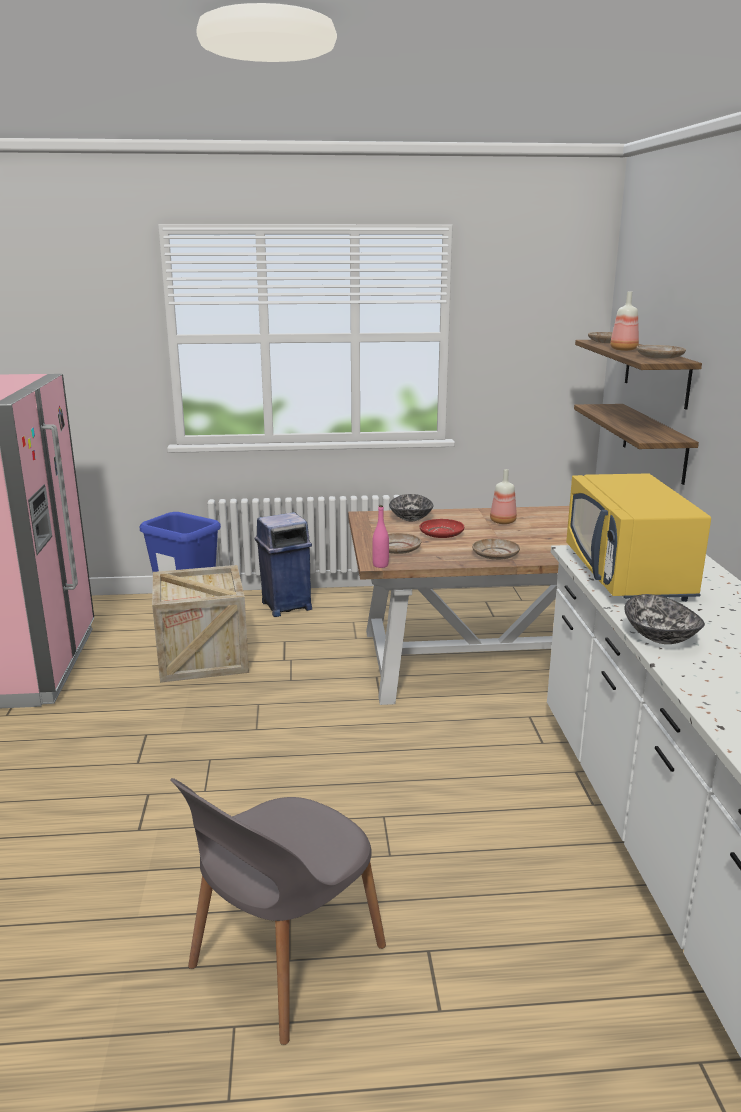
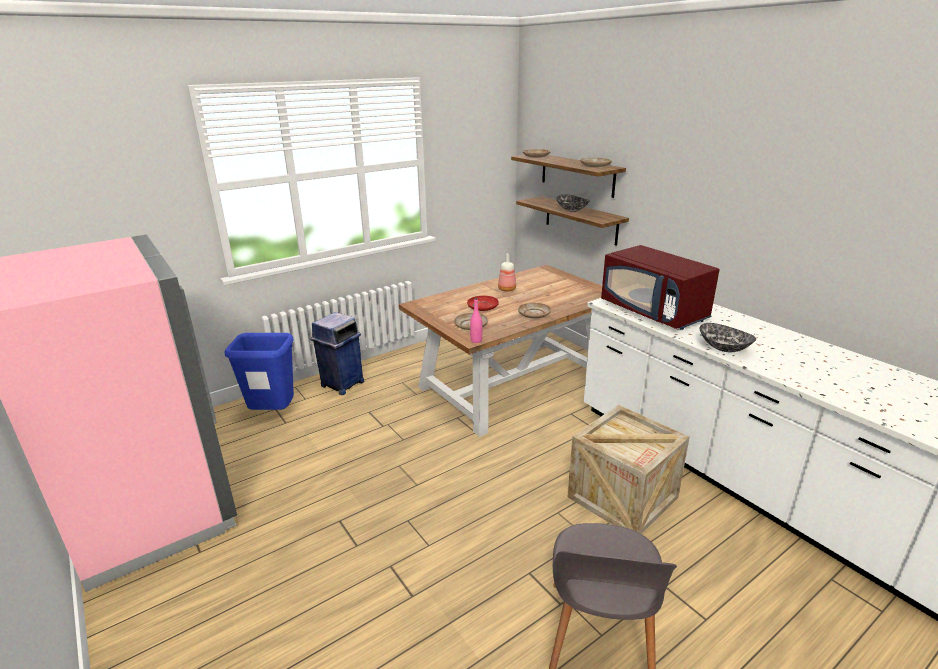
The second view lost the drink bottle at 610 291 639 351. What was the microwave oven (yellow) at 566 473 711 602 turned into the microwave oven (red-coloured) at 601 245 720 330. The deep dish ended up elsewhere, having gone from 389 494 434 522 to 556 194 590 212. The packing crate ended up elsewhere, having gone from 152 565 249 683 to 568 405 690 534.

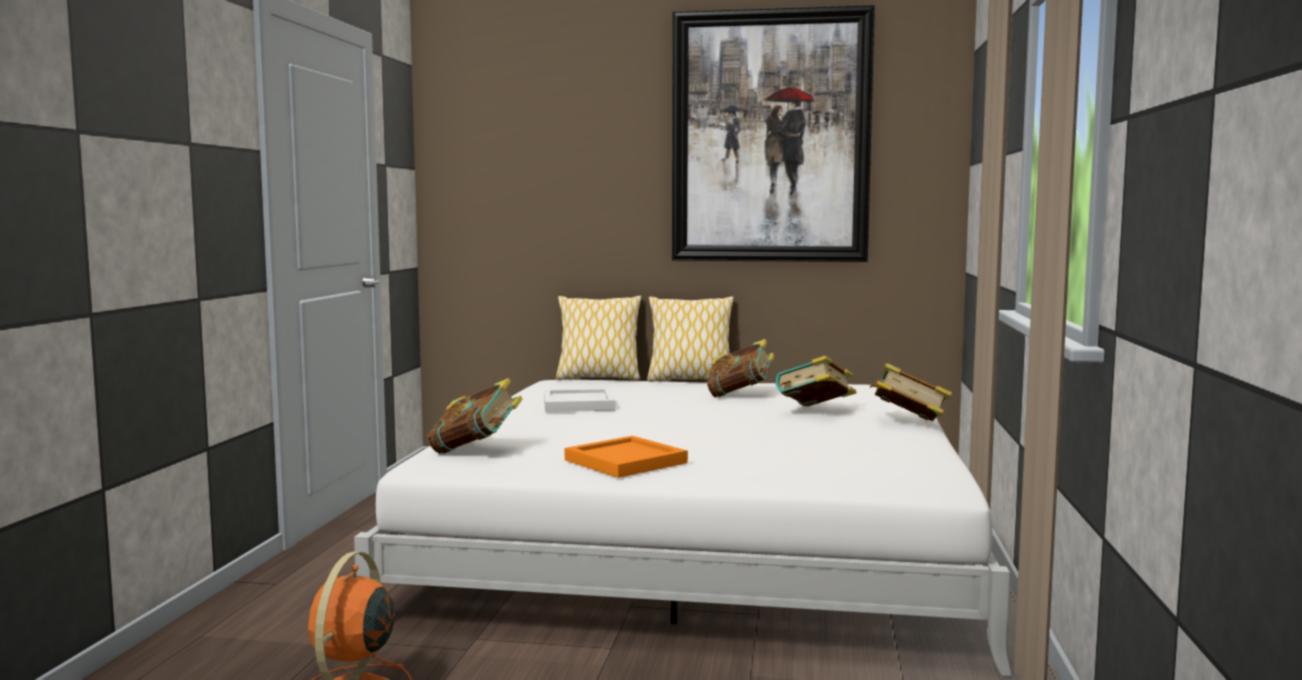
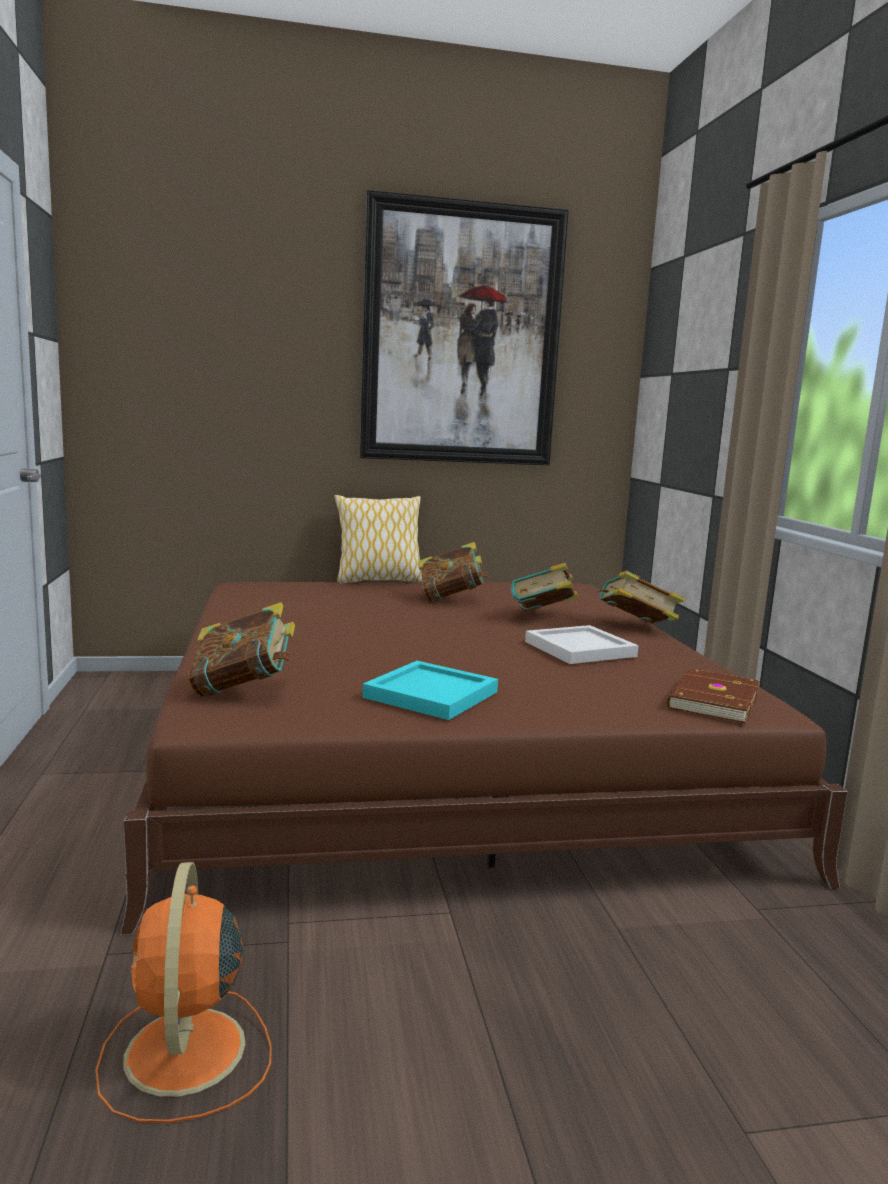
The second view lost the cushion at 556 295 641 380. What was the bed (white) at 354 380 1012 677 turned into the bed (brown) at 120 582 848 935. The carrying tray (white) ended up elsewhere, having gone from 544 388 616 412 to 525 625 639 664. What was the carrying tray (orangey) at 565 436 688 478 turned into the carrying tray (turquoise-coloured) at 362 661 498 720. The second view gained the bound book (brown) at 667 669 760 724.

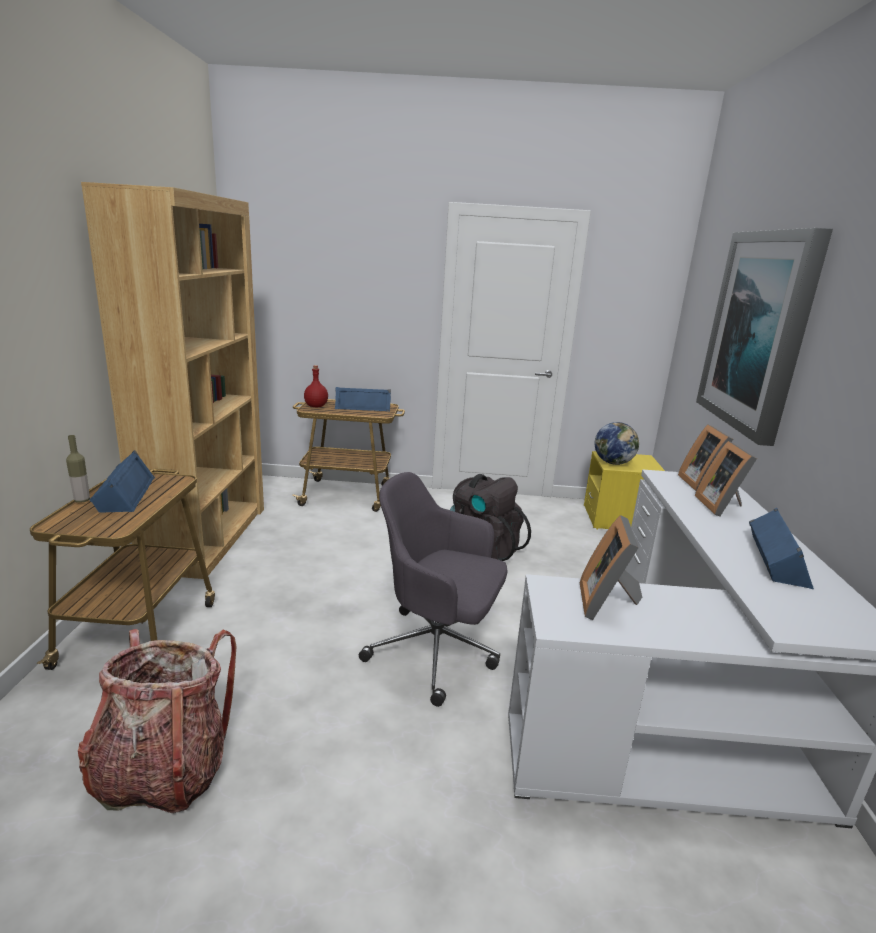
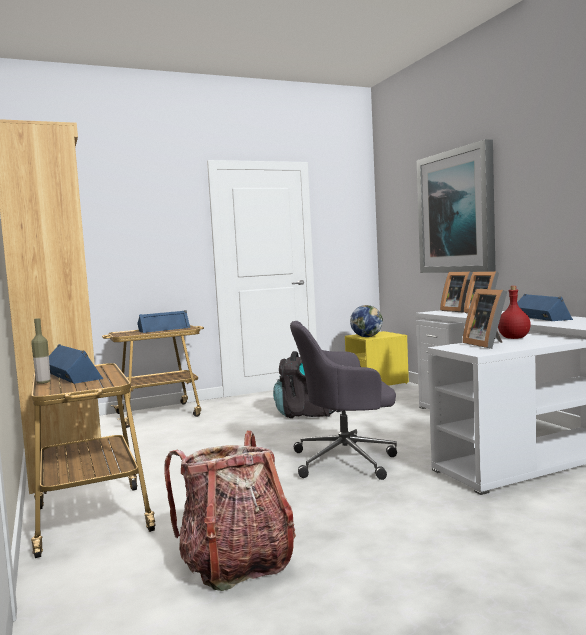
The drink bottle (red-coloured) ended up elsewhere, having gone from 304 365 328 407 to 498 286 531 339.

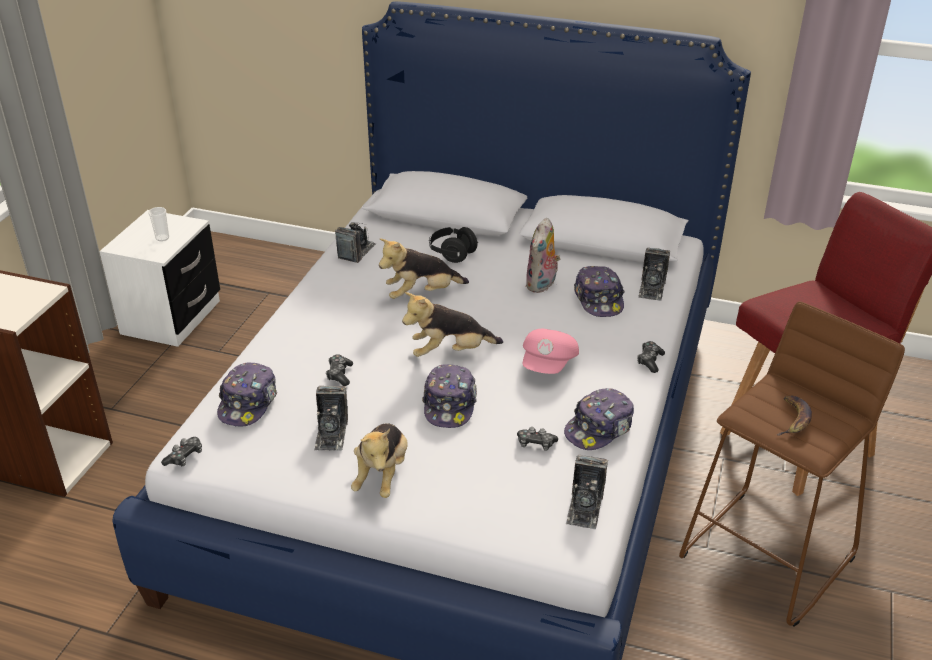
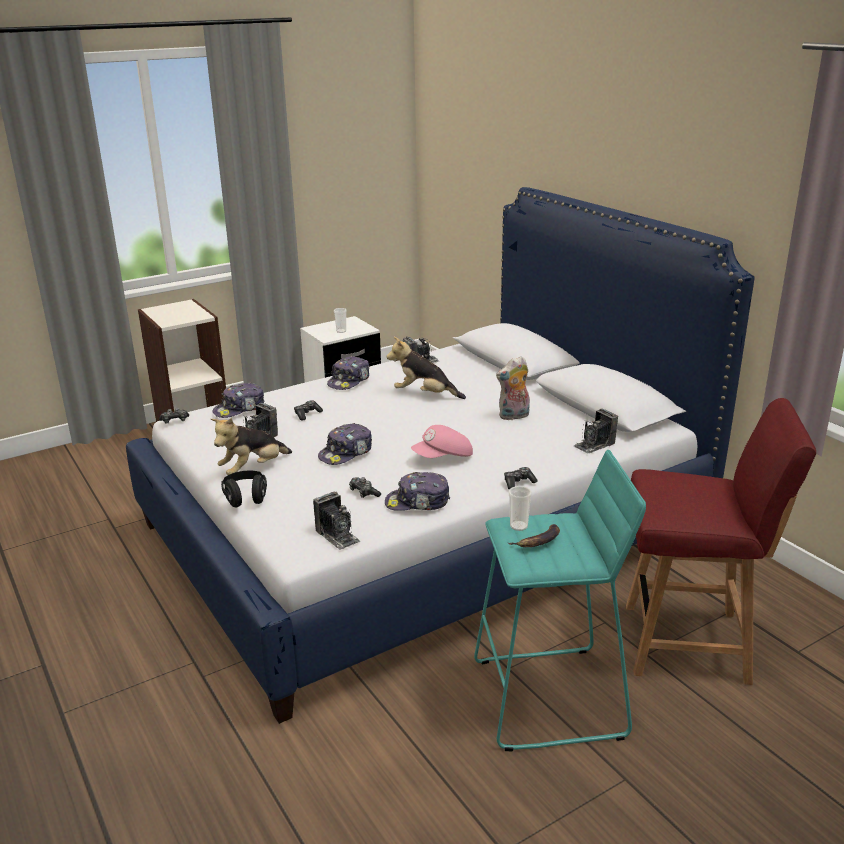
The pair of headphones (black-coloured) ended up elsewhere, having gone from 429 227 479 263 to 221 471 267 508. The baseball cap ended up elsewhere, having gone from 574 266 625 317 to 327 356 369 390. The second view lost the soft toy at 402 292 503 357. What was the stool (brown) at 679 302 905 627 turned into the stool (turquoise-coloured) at 474 450 646 752. The photo camera at 566 455 608 529 ended up facing another way, 90 degrees counterclockwise from before. The second view gained the drinking cup at 509 486 532 531.

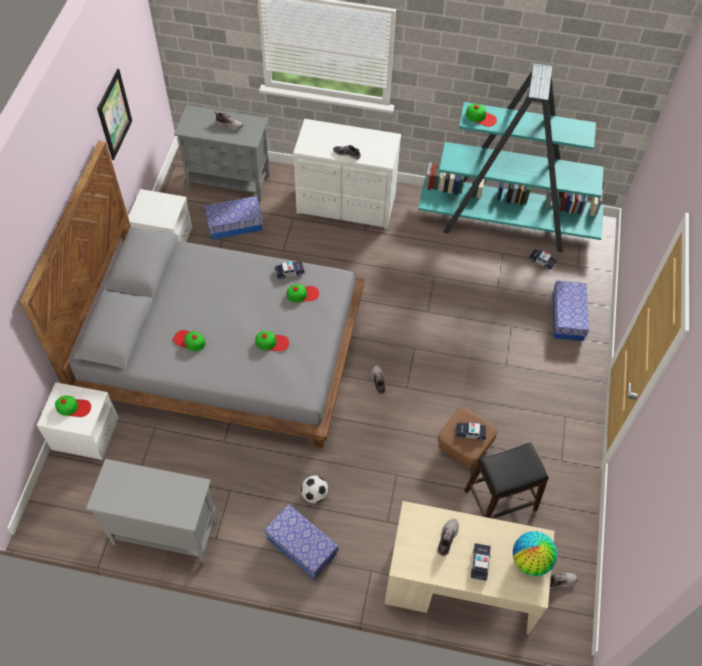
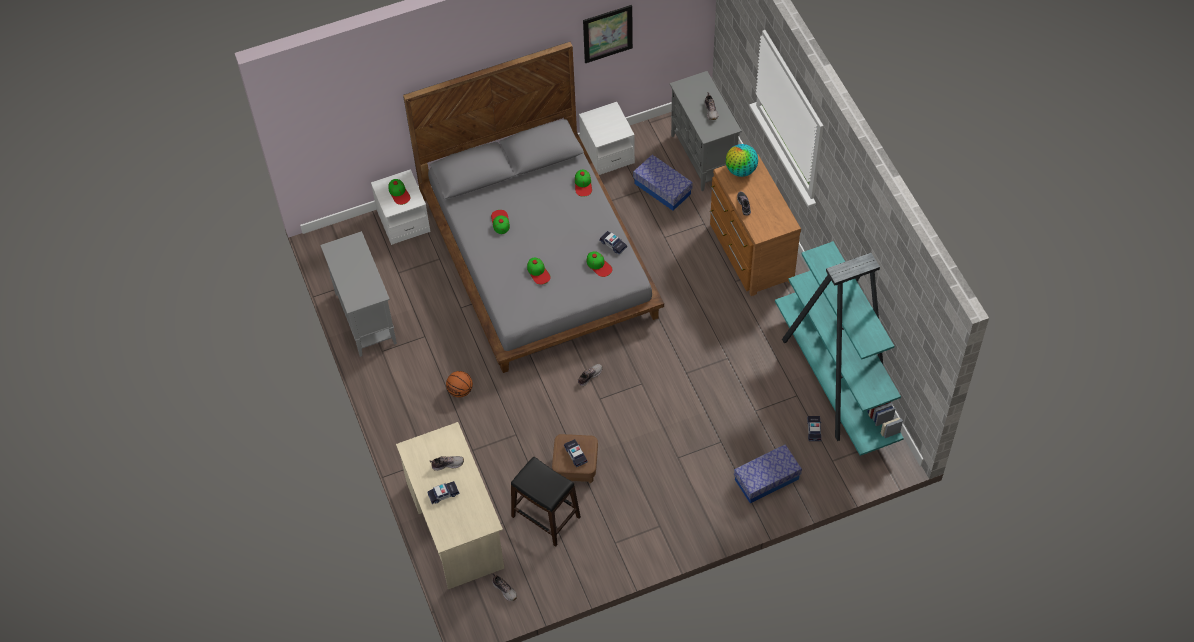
The baseball cap ended up elsewhere, having gone from 466 104 497 127 to 575 169 592 197. What was the drawer chest (white) at 293 119 401 229 turned into the drawer chest (brown) at 710 154 801 296. Where the ball for football stood at 301 475 328 503, the basketball came to stand at 446 371 473 398. The second view lost the storage box at 264 504 339 579. The world globe ended up elsewhere, having gone from 513 531 557 576 to 726 144 758 177.

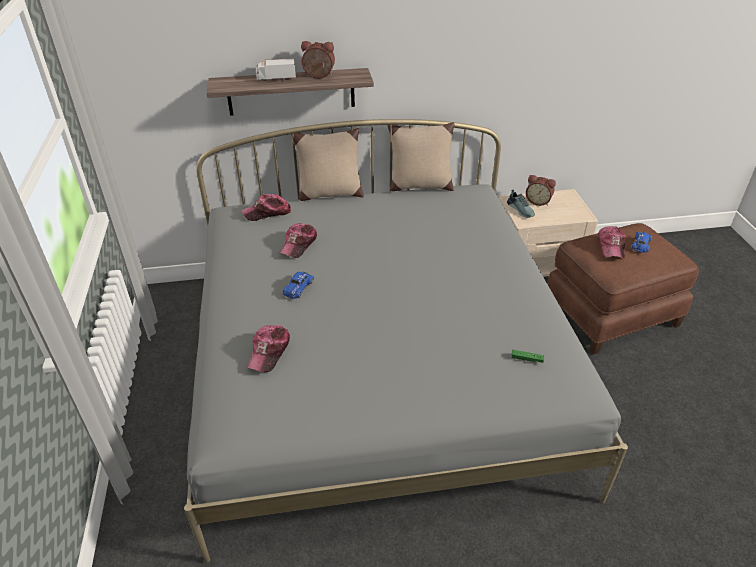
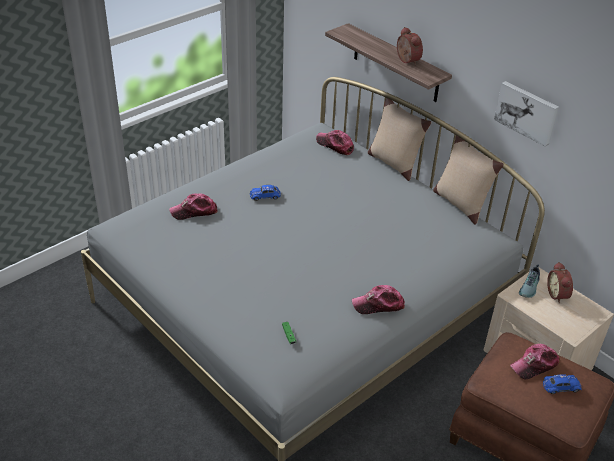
The second view lost the toy truck at 255 58 296 81. The baseball cap ended up elsewhere, having gone from 280 223 317 258 to 352 285 405 314. The second view gained the wall art at 494 81 559 147.

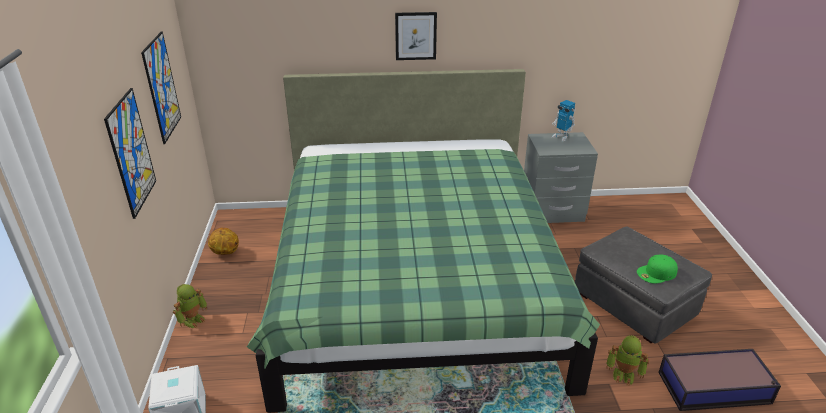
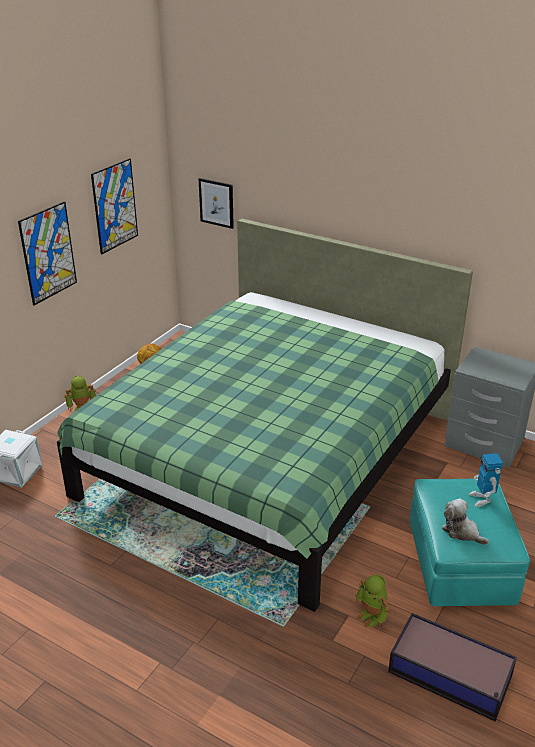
The wall art ended up elsewhere, having gone from 395 12 437 60 to 199 178 234 229. The model robot ended up elsewhere, having gone from 552 100 576 142 to 469 453 503 507. What was the ottoman (grey) at 575 226 712 344 turned into the ottoman (turquoise-coloured) at 410 479 530 606. Where the baseball cap (green-coloured) stood at 637 255 678 284, the soft toy came to stand at 442 498 489 545.

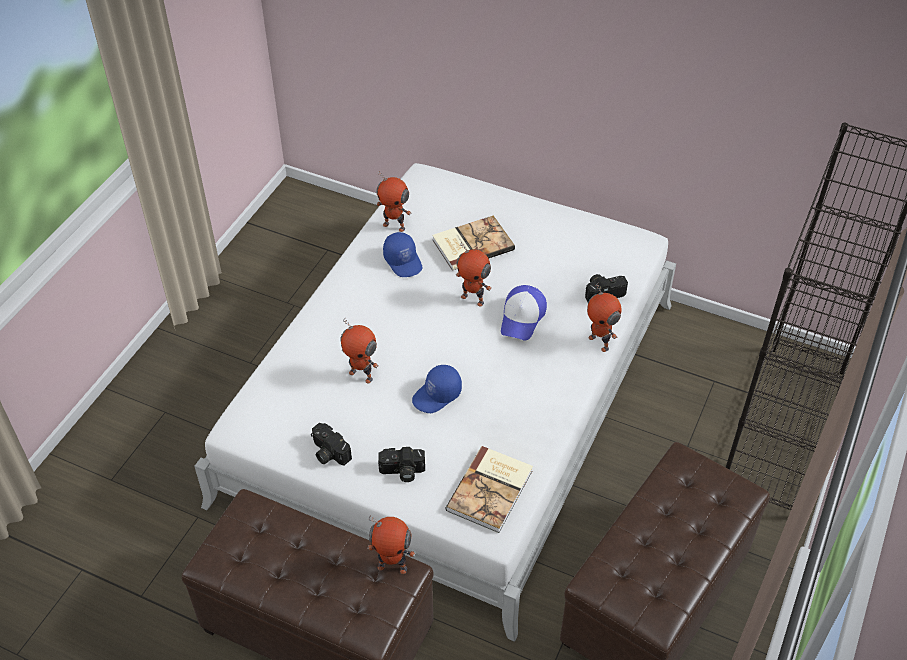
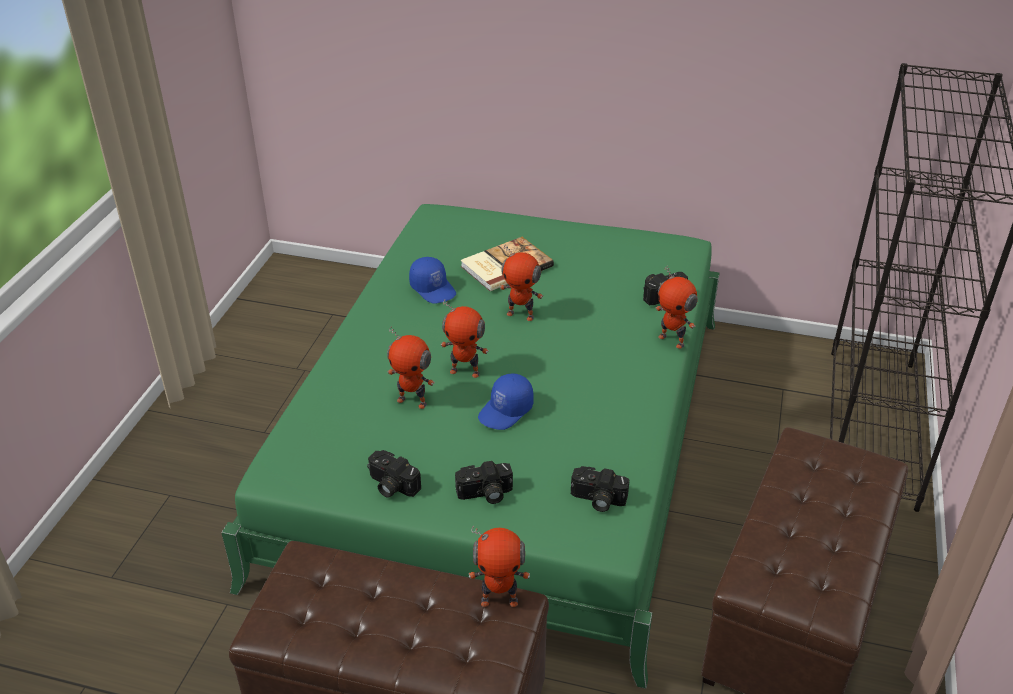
What was the bed (white) at 194 163 676 642 turned into the bed (green-coloured) at 221 204 720 689. The model robot ended up elsewhere, having gone from 376 171 411 232 to 441 300 489 378. The second view lost the baseball cap at 501 285 547 341. Where the bound book stood at 445 446 533 533, the photo camera came to stand at 571 466 630 512.

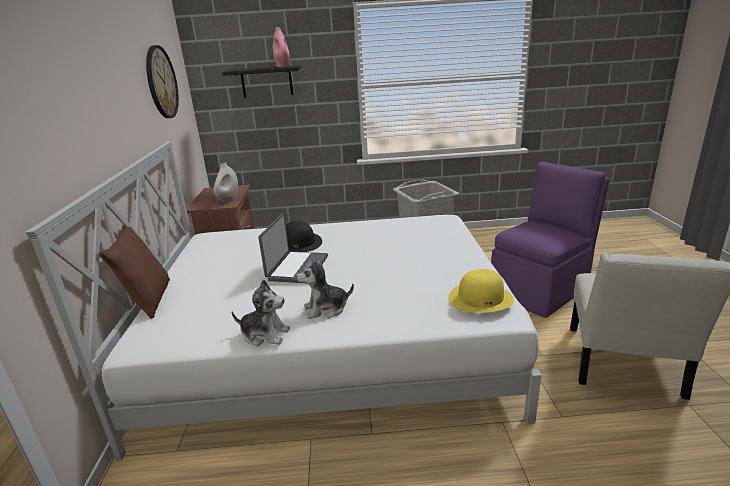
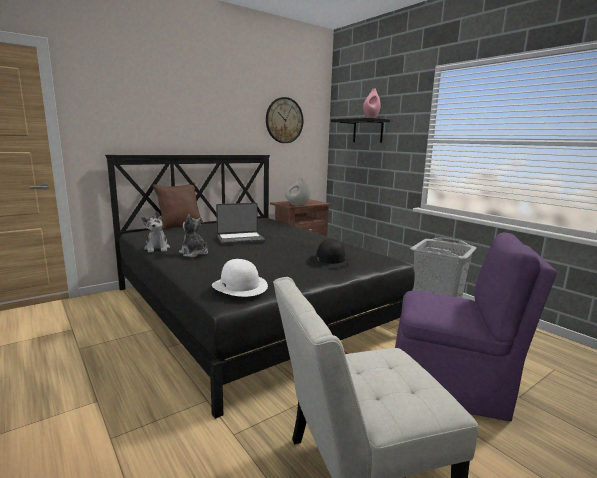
What was the bed (white) at 25 141 541 461 turned into the bed (black-coloured) at 105 155 415 419. The clothing hat (black-coloured) ended up elsewhere, having gone from 286 221 322 252 to 309 239 352 268. What was the clothing hat (yellow) at 448 269 514 313 turned into the clothing hat (white) at 212 259 268 297.

